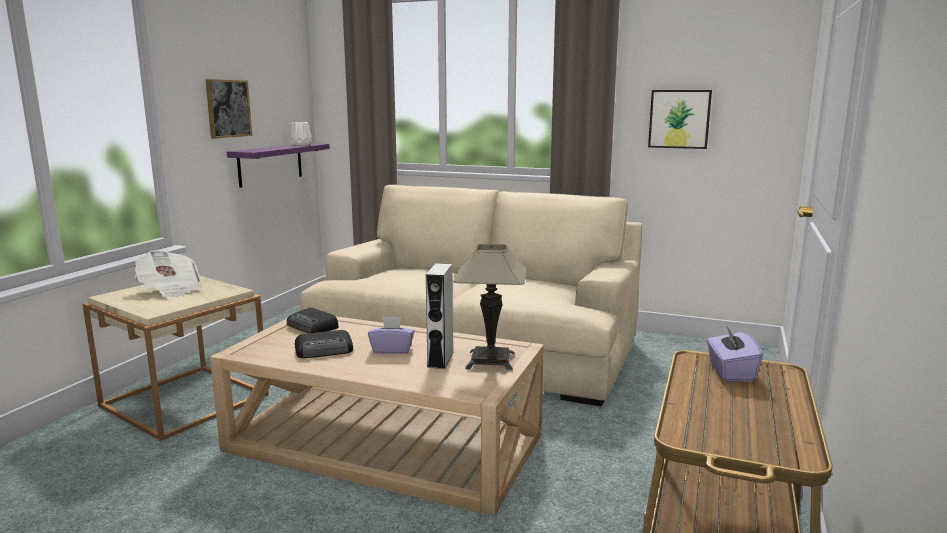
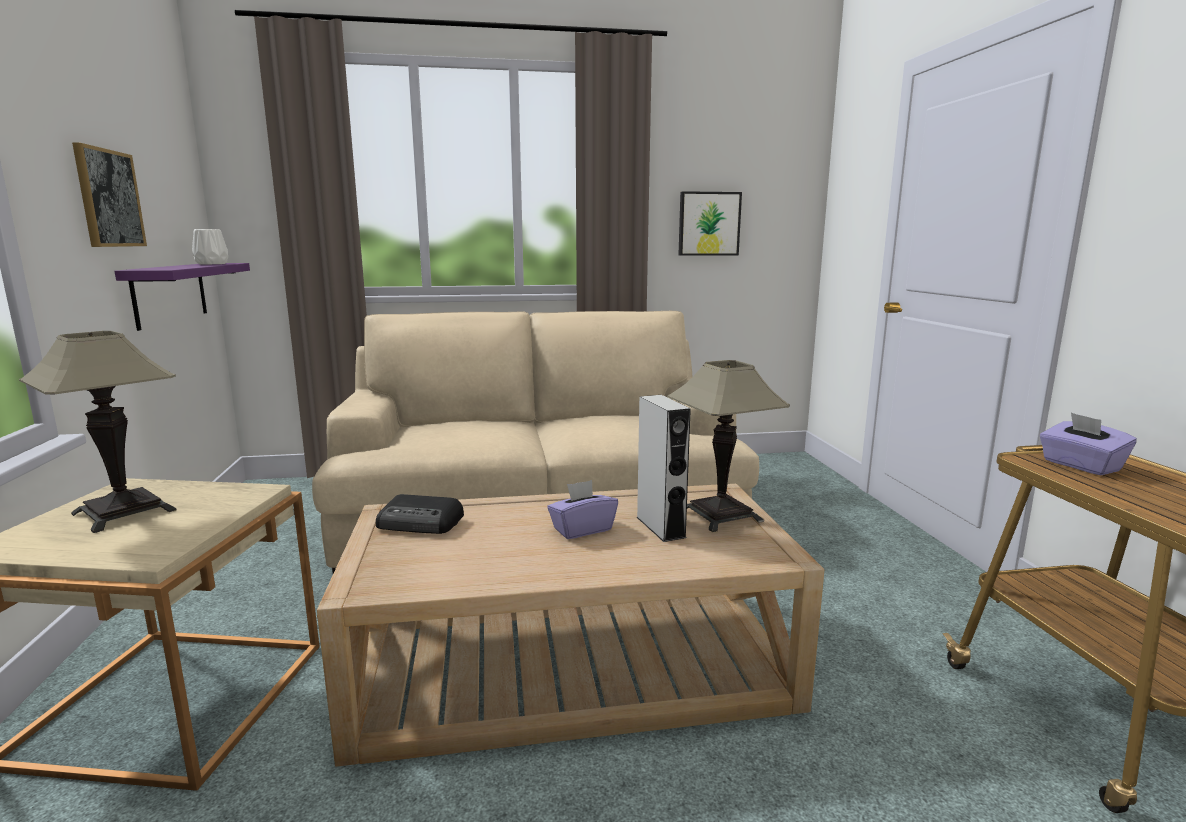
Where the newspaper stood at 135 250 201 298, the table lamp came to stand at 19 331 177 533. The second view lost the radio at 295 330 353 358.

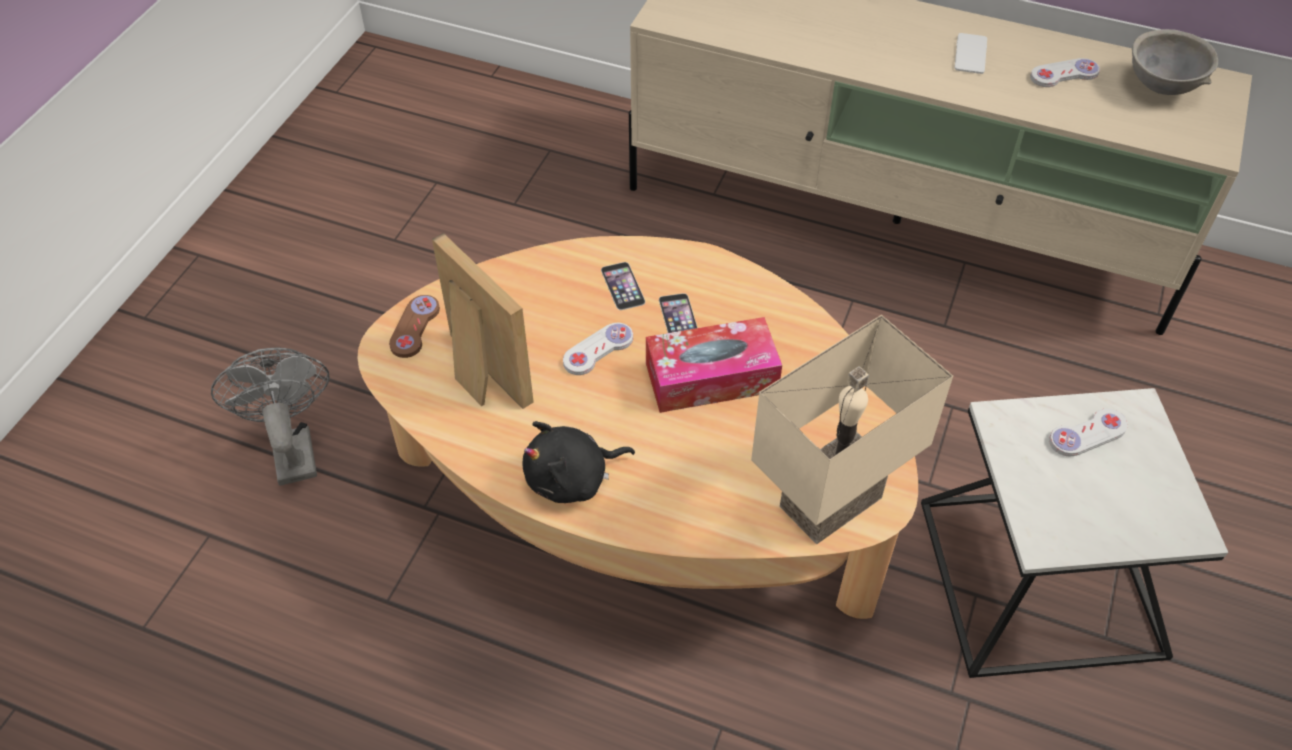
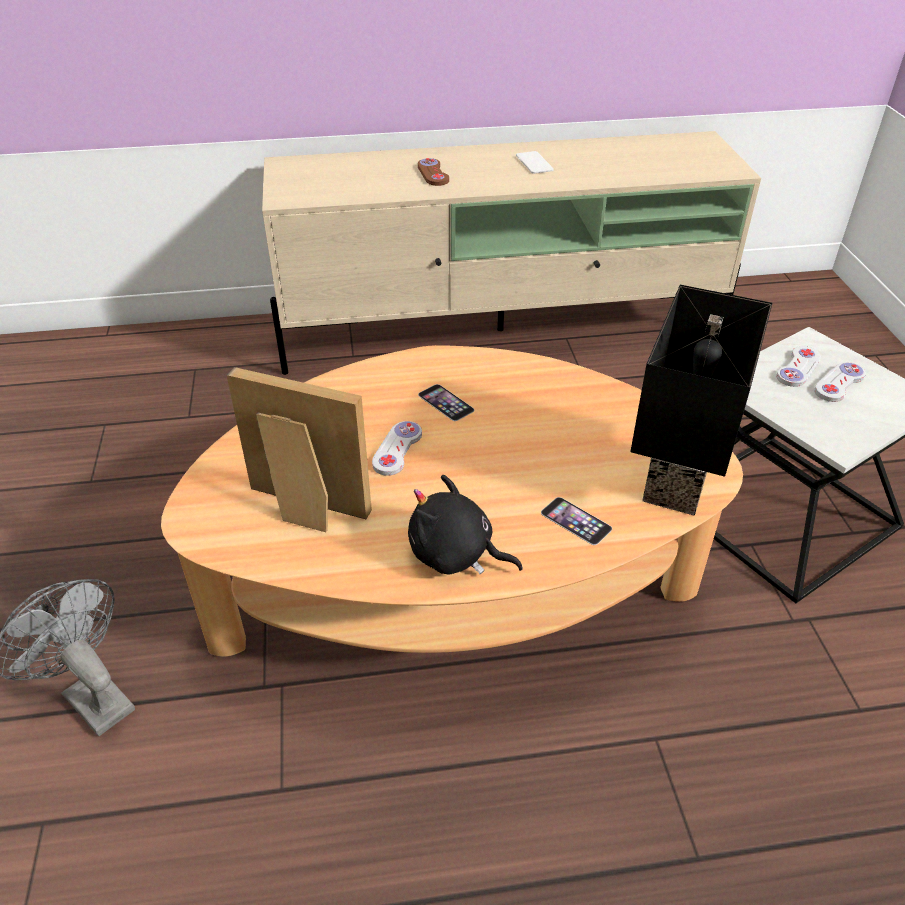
The second view lost the deep dish (grey) at 1132 29 1218 95. The joypad (white) ended up elsewhere, having gone from 1030 58 1100 87 to 814 362 866 402. The handset ended up elsewhere, having gone from 601 262 645 310 to 541 497 612 545. The joypad (brown) ended up elsewhere, having gone from 389 295 440 358 to 418 158 449 186. What was the table lamp (beige-coloured) at 751 315 953 544 turned into the table lamp (black-coloured) at 630 285 772 515. The second view lost the tissue holder at 646 317 782 413. The soft toy (black-coloured) at 523 421 635 503 ended up facing another way, 75 degrees clockwise from before.

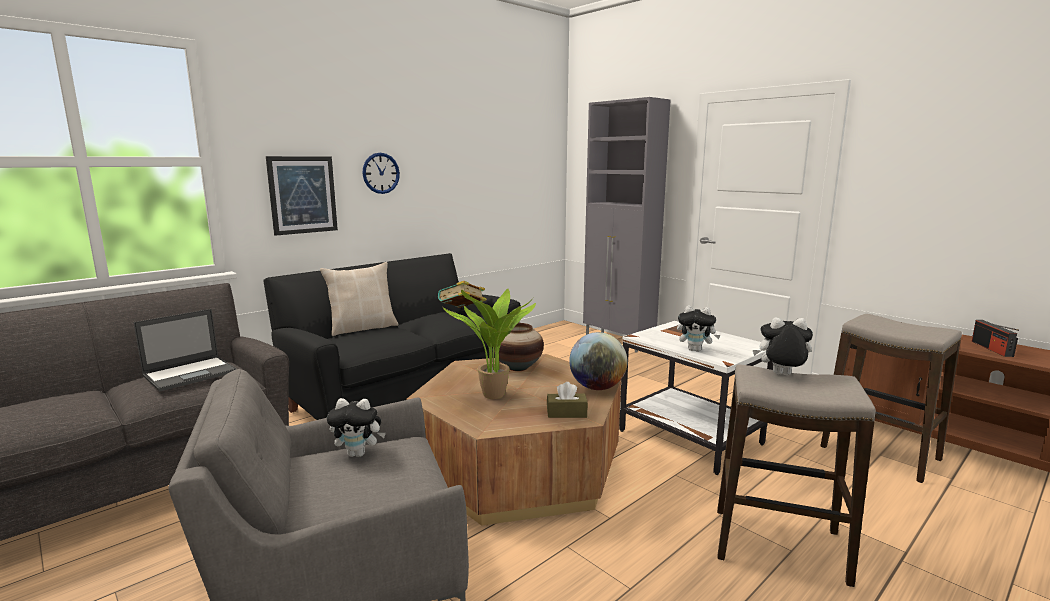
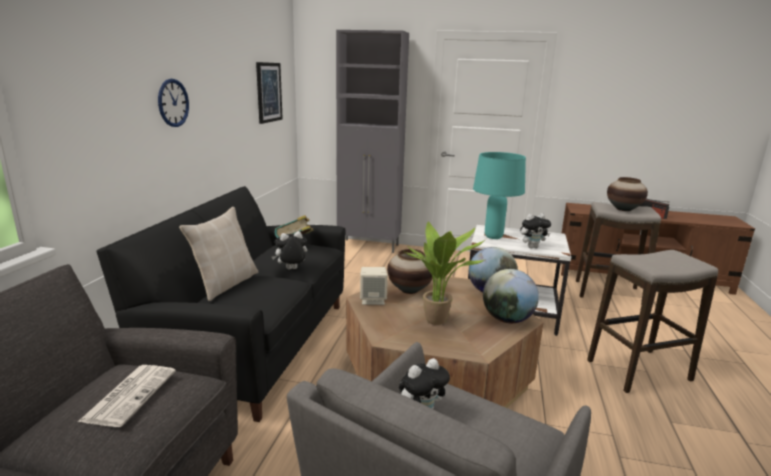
The wall art ended up elsewhere, having gone from 266 156 338 236 to 256 62 283 124. Where the portable computer stood at 133 309 237 391, the newspaper came to stand at 78 365 176 427. The soft toy ended up elsewhere, having gone from 753 317 813 375 to 272 231 307 270. Where the tissue holder (brown) stood at 547 382 588 418, the world globe came to stand at 483 269 539 323. The second view gained the table lamp (turquoise-coloured) at 473 152 526 239. The second view gained the flower vase at 607 177 648 211. The second view gained the loudspeaker (beige-coloured) at 360 267 388 305.

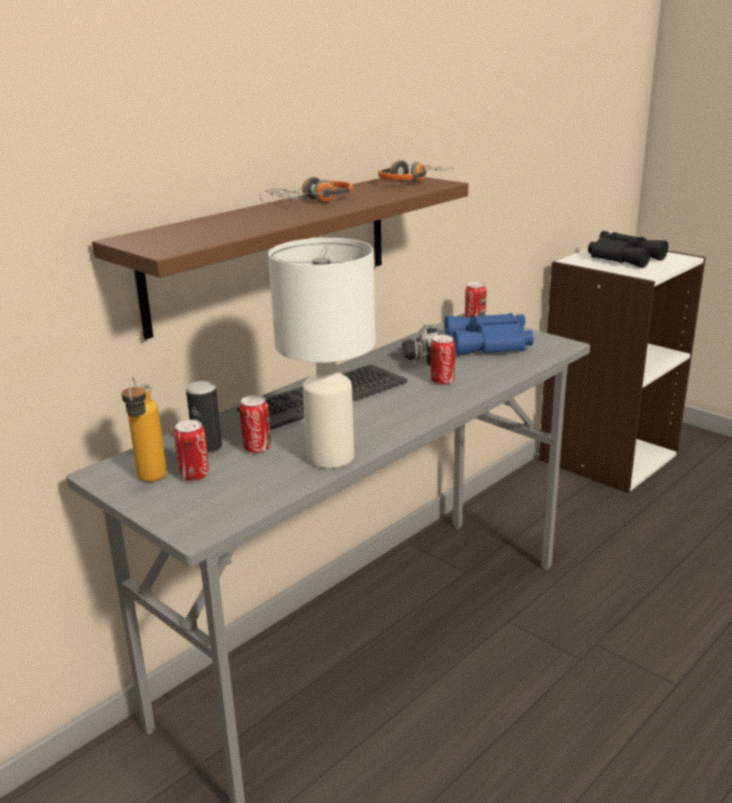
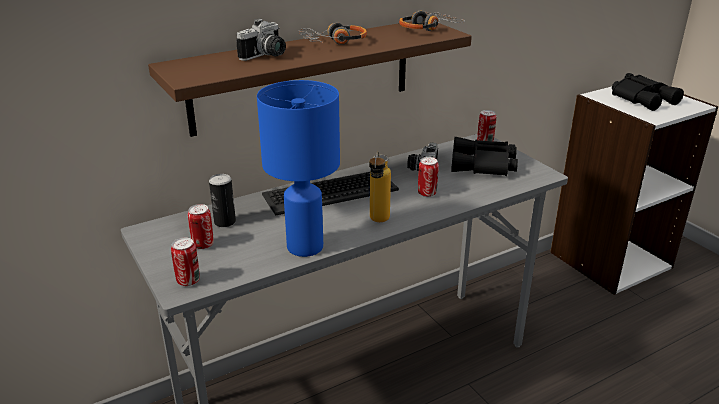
What was the table lamp (white) at 268 238 375 469 turned into the table lamp (bluish) at 257 80 340 257. What was the pair of binoculars (bluish) at 444 313 533 356 turned into the pair of binoculars (black-coloured) at 451 137 518 176. The drink bottle ended up elsewhere, having gone from 122 377 167 482 to 369 151 391 222. The metal can ended up elsewhere, having gone from 240 395 271 453 to 171 238 200 286. The second view gained the photo camera at 236 18 286 61.

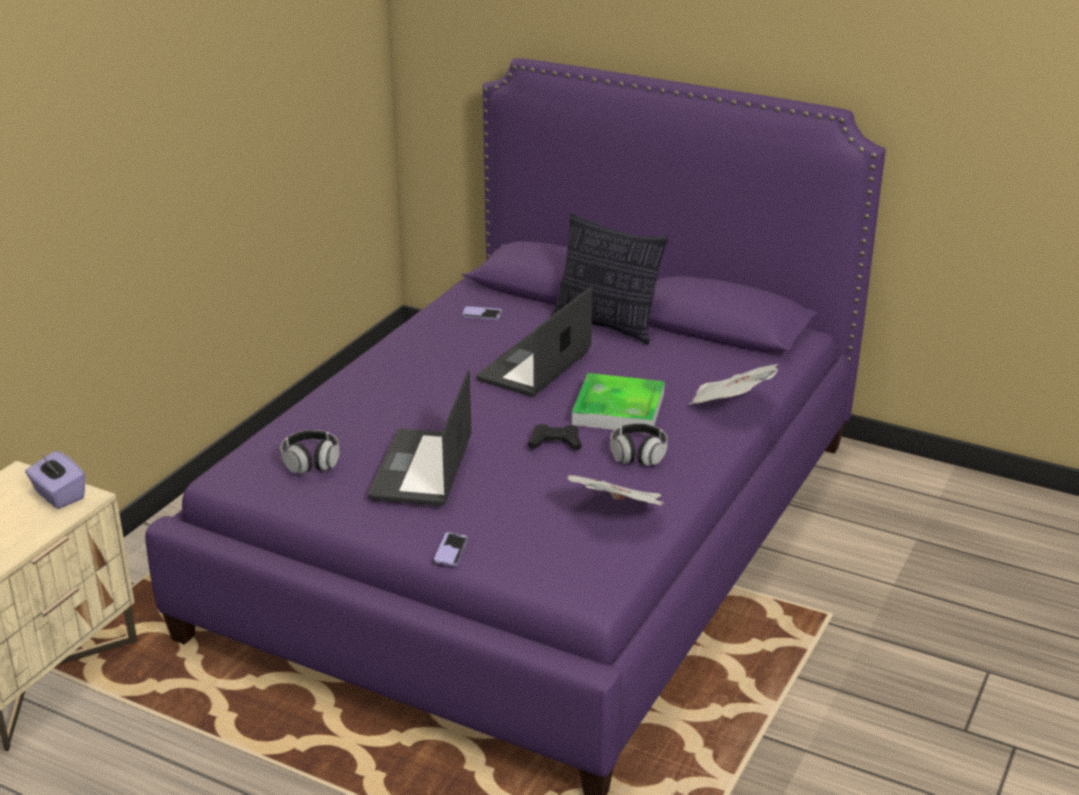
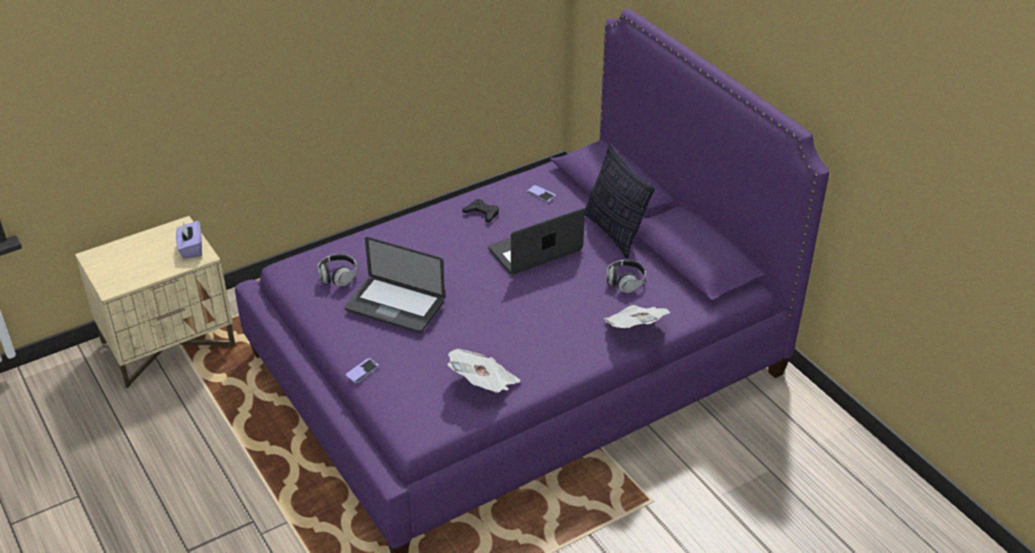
The portable computer at 368 370 471 506 ended up facing another way, 105 degrees counterclockwise from before. The second view lost the carrying tray at 572 373 665 434. The pair of headphones ended up elsewhere, having gone from 610 423 668 466 to 606 260 646 293. The joypad (black-coloured) ended up elsewhere, having gone from 528 424 582 450 to 462 199 499 223.

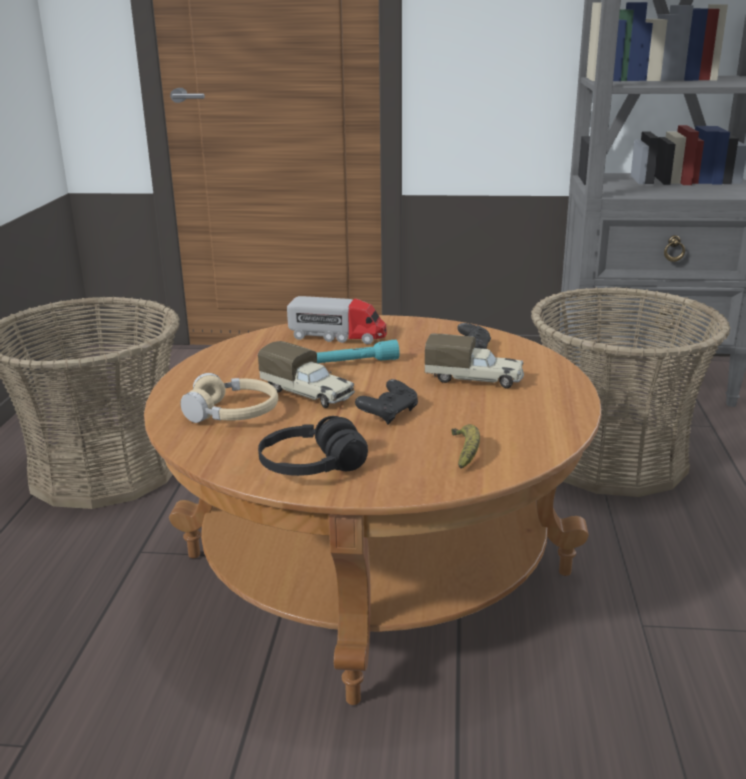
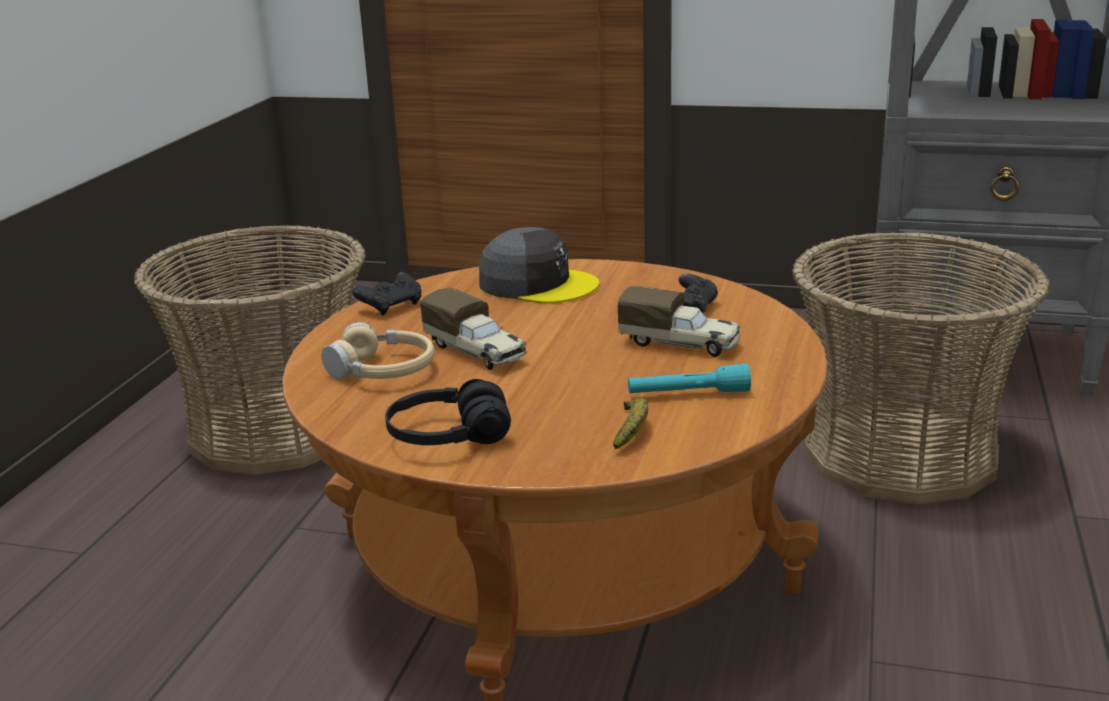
Where the toy truck stood at 287 296 387 344, the baseball cap (grey) came to stand at 479 227 599 303. The hand torch (turquoise-coloured) ended up elsewhere, having gone from 317 340 400 363 to 628 363 751 393. The joypad (black-coloured) ended up elsewhere, having gone from 355 379 418 425 to 352 272 421 316.

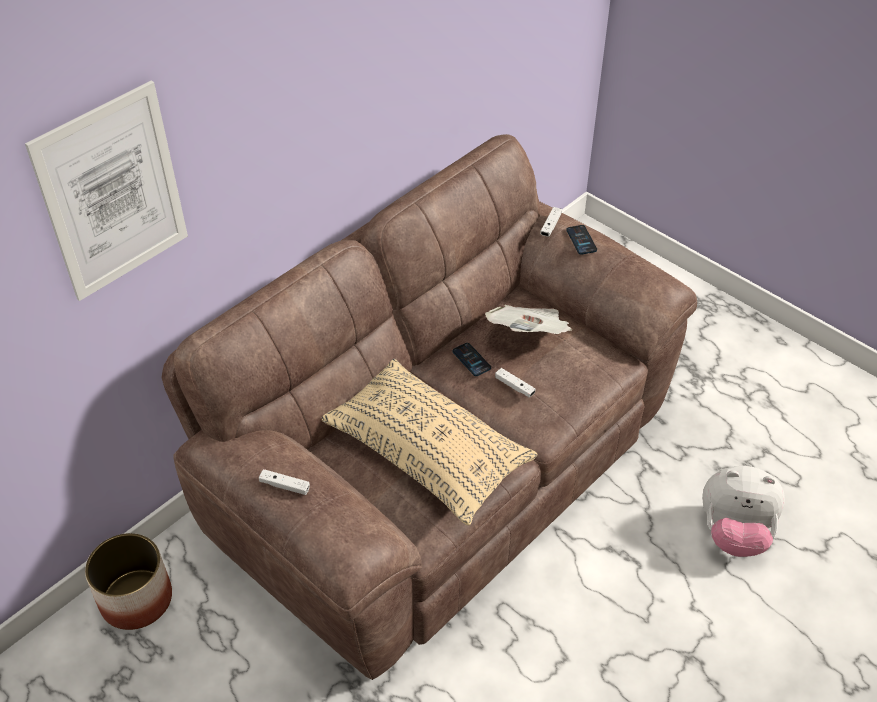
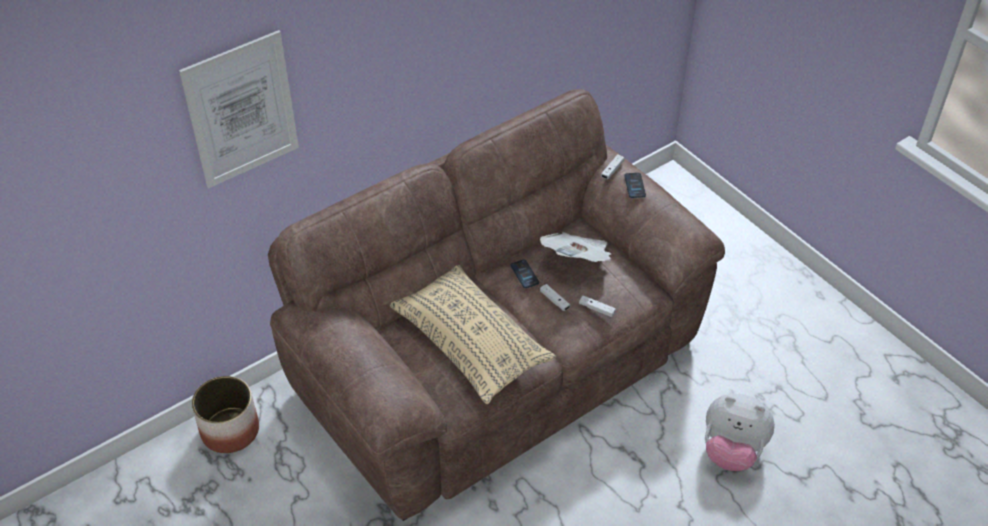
The joypad (white) ended up elsewhere, having gone from 259 469 310 495 to 579 296 616 317.

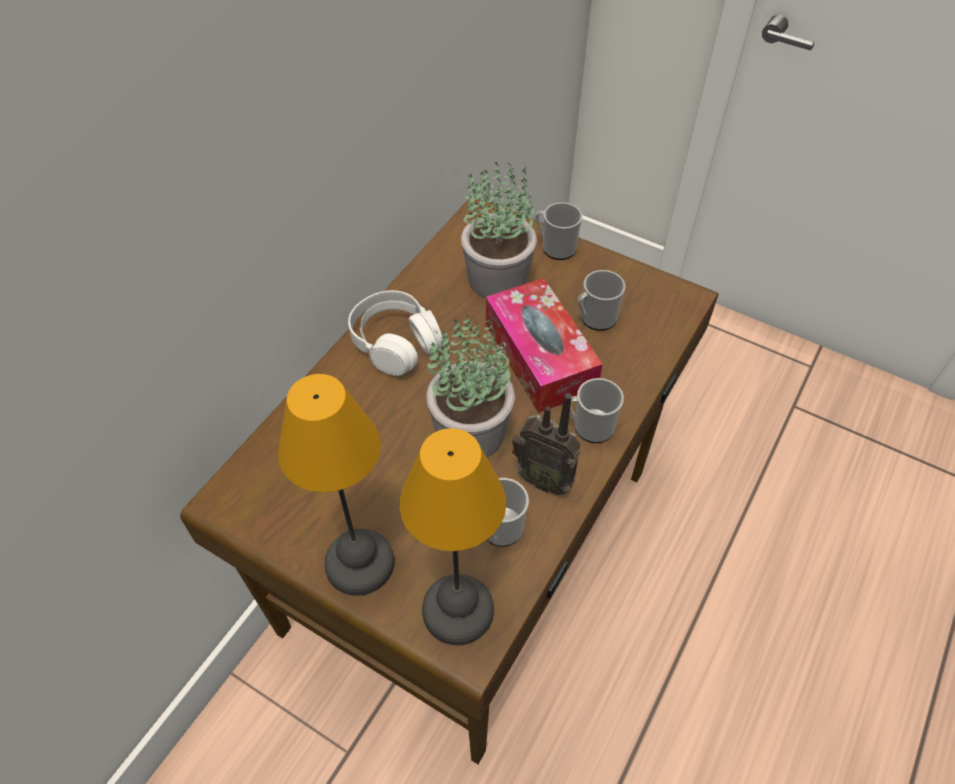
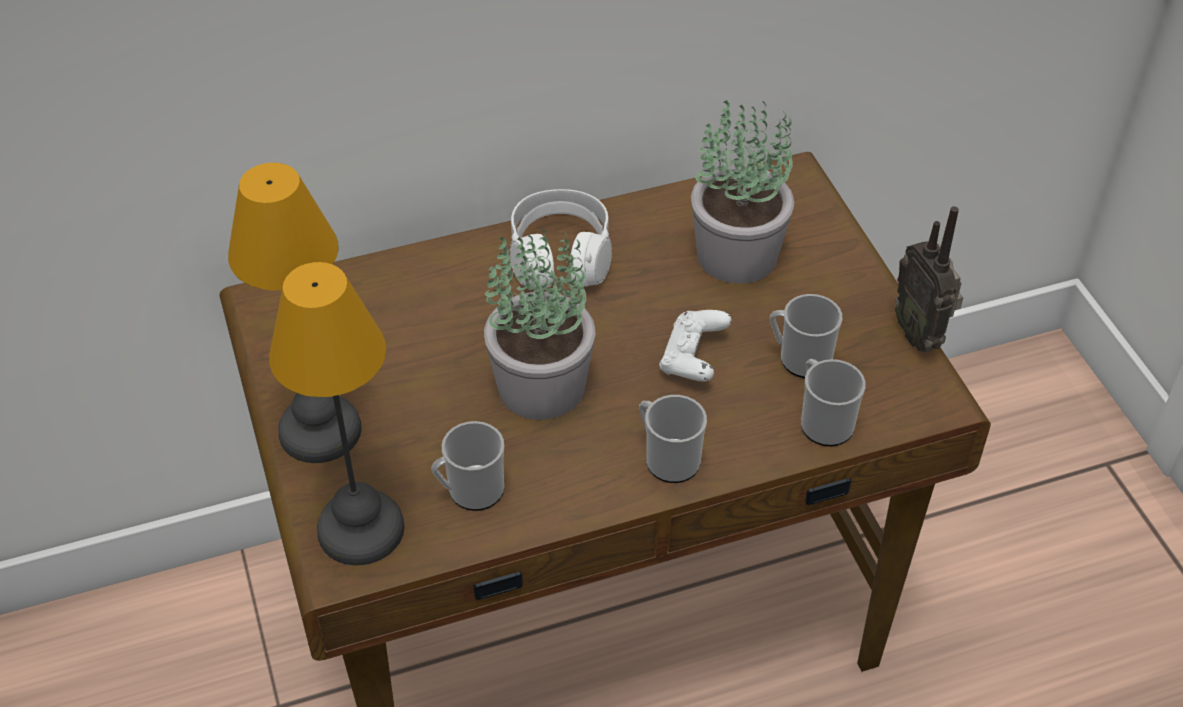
The coffee mug ended up elsewhere, having gone from 535 202 583 260 to 801 359 866 447. Where the tissue holder stood at 486 278 603 413, the joypad (white) came to stand at 659 310 731 381. The radio ended up elsewhere, having gone from 512 393 580 495 to 895 206 963 352.

